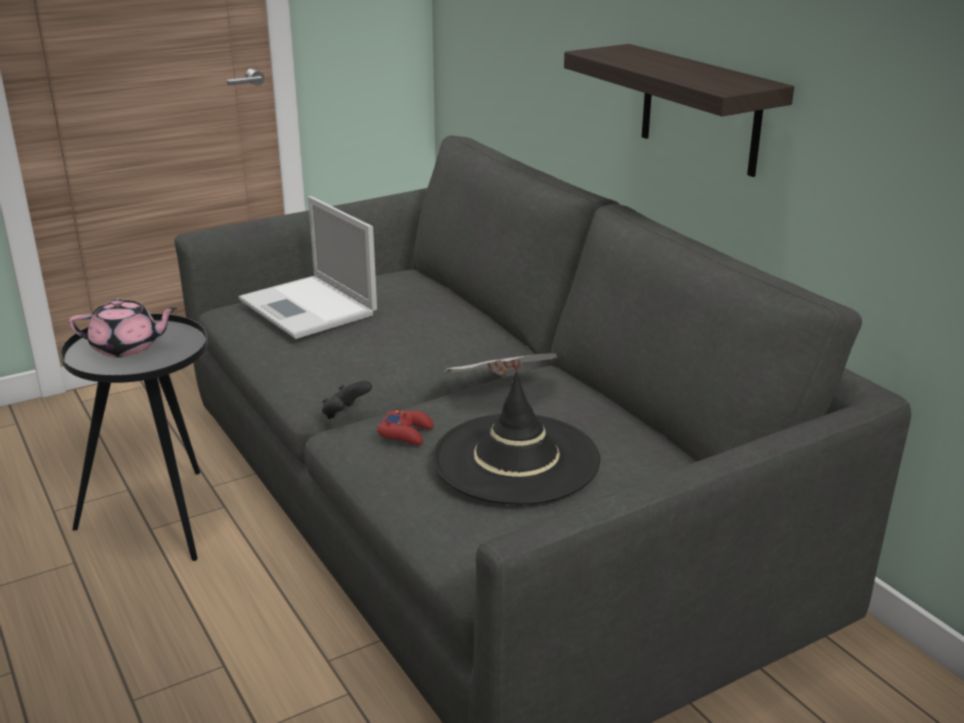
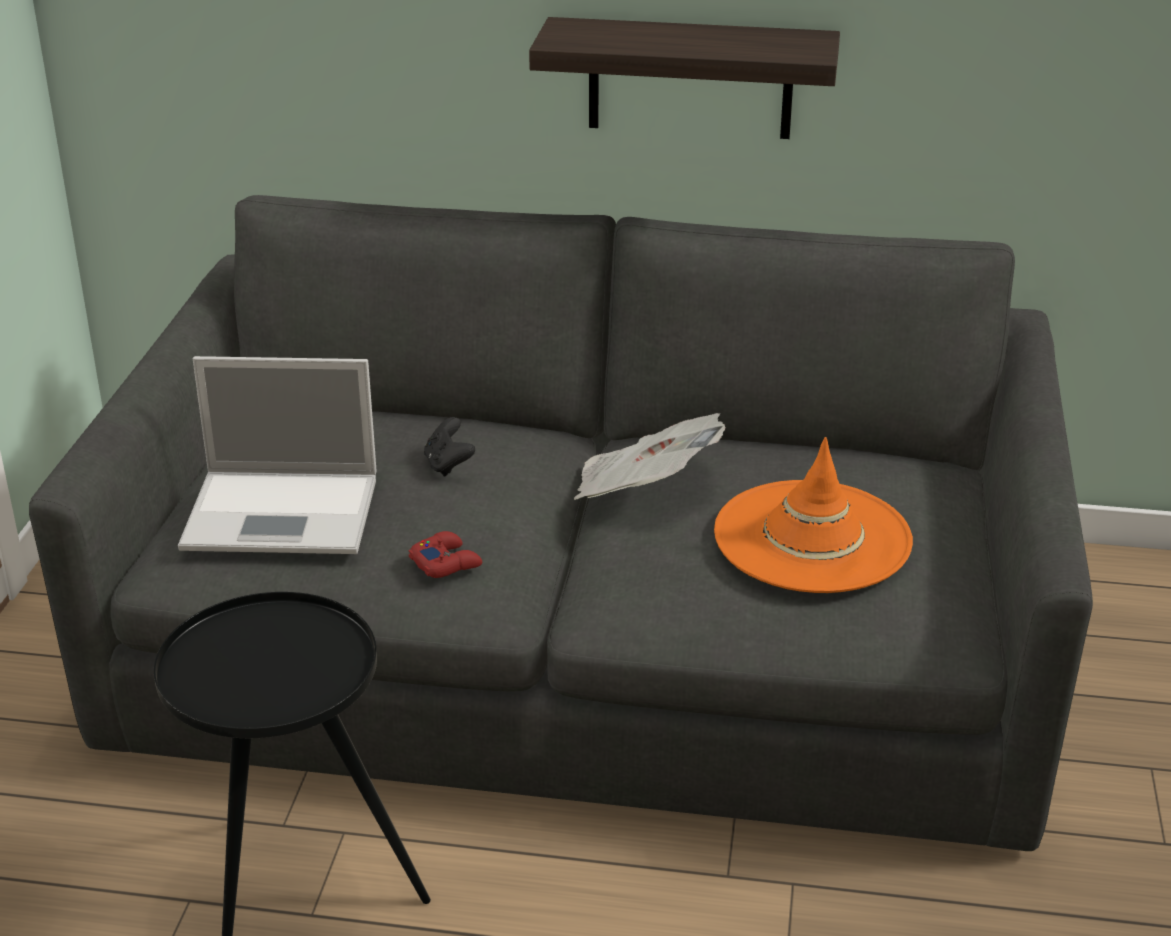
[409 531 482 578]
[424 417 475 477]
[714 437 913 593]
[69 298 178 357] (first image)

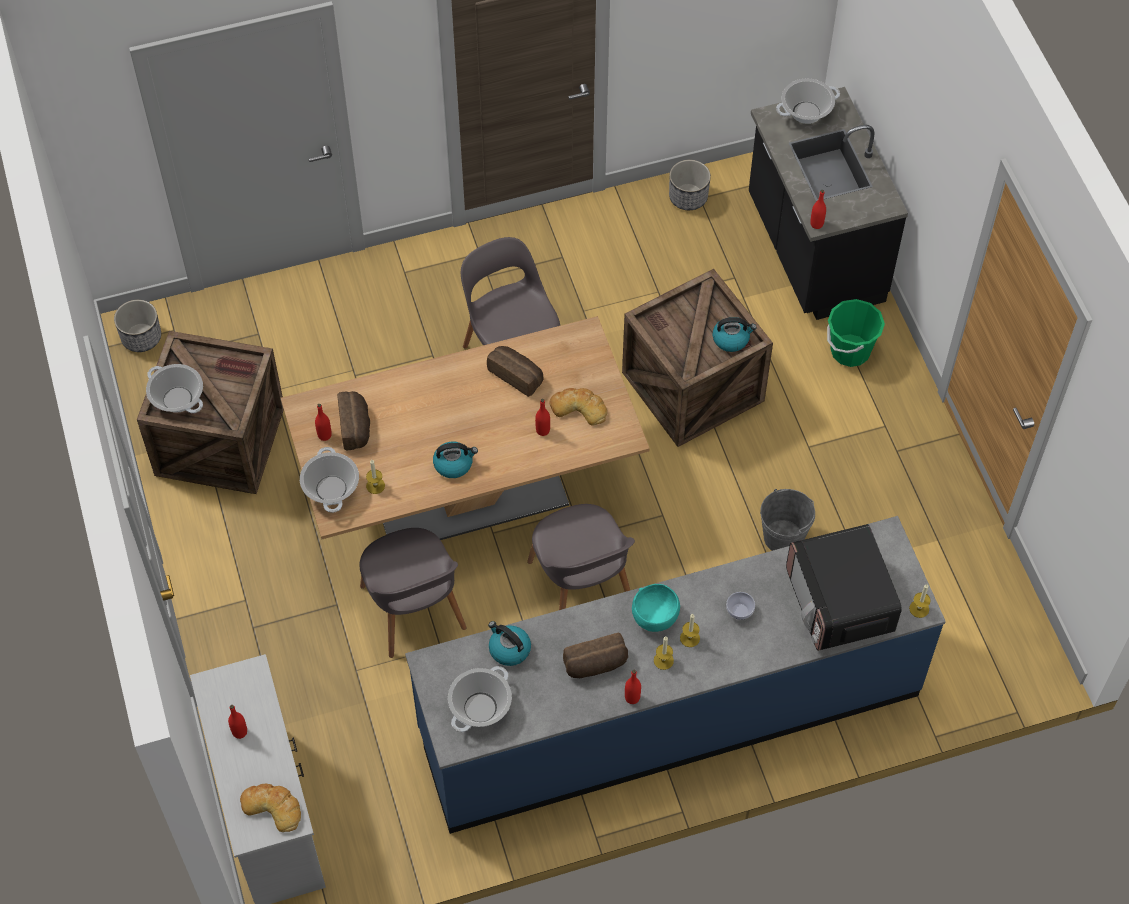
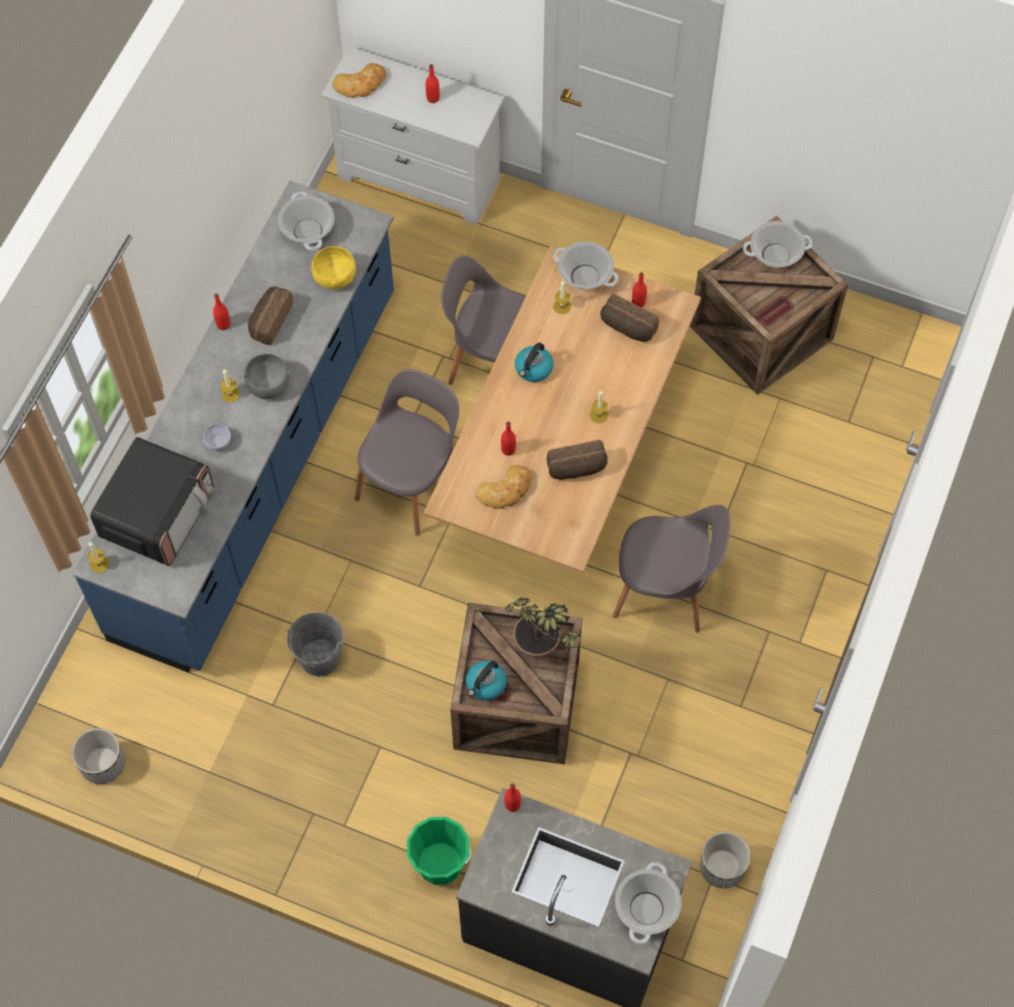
[72 728 125 784]
[90 437 214 566]
[244 353 290 399]
[311 246 356 289]
[355 369 459 536]
[505 598 582 658]
[590 391 608 423]

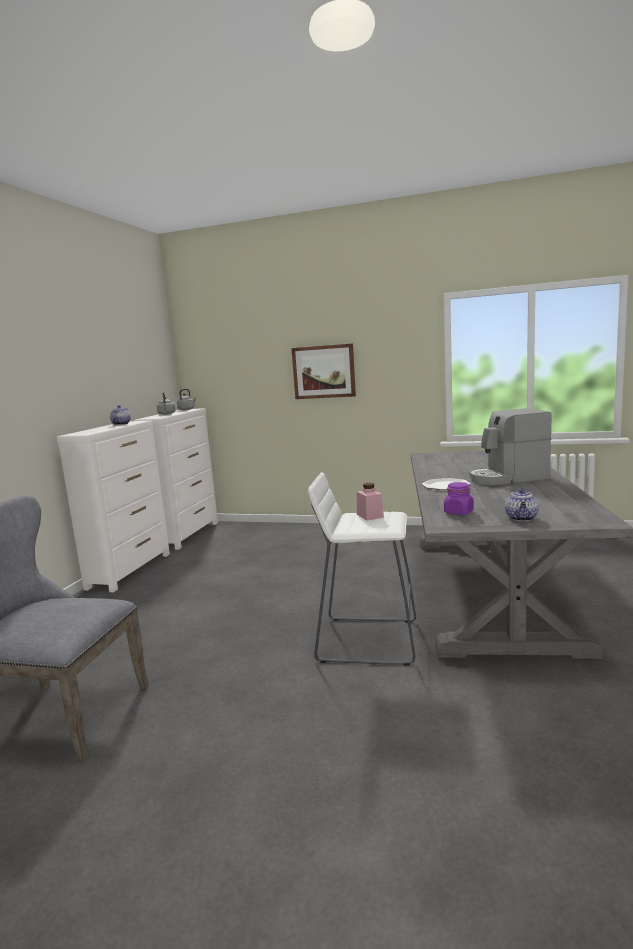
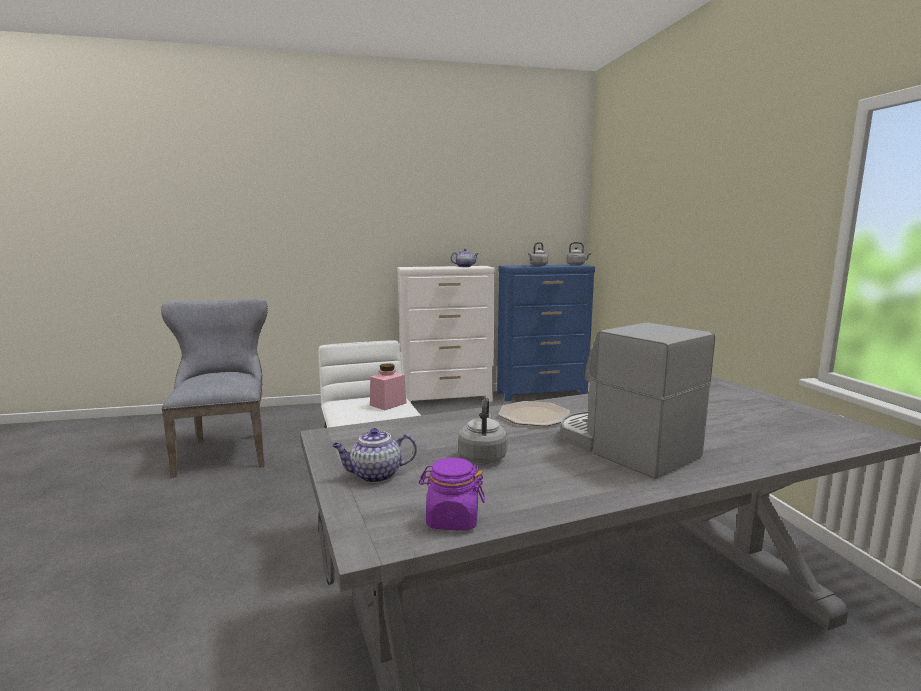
[419 458 485 530]
[458 398 508 464]
[497 265 595 401]
[291 344 356 399] (first image)

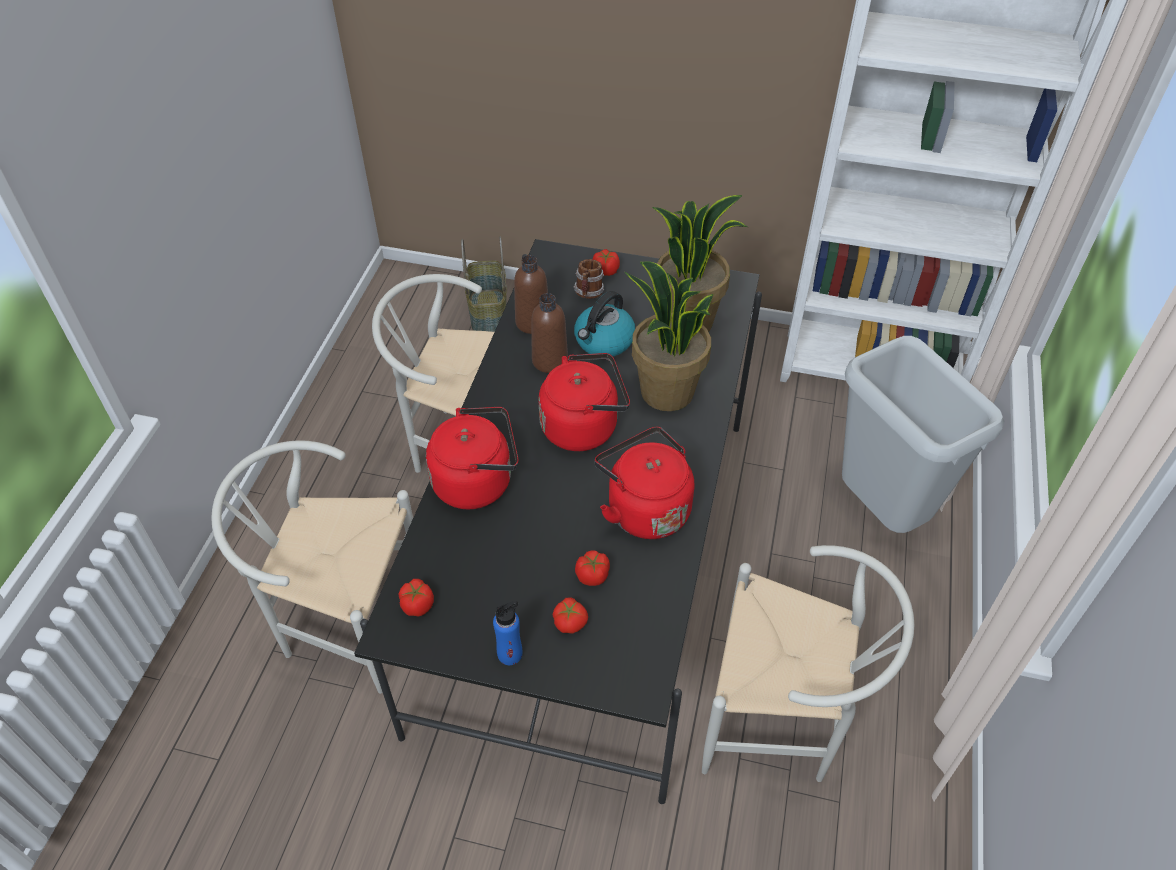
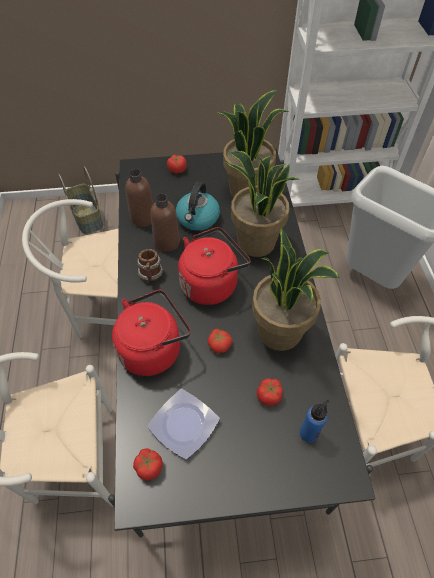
[137 249 163 281]
[147 389 220 460]
[208 329 232 354]
[252 228 340 351]
[300 400 329 443]

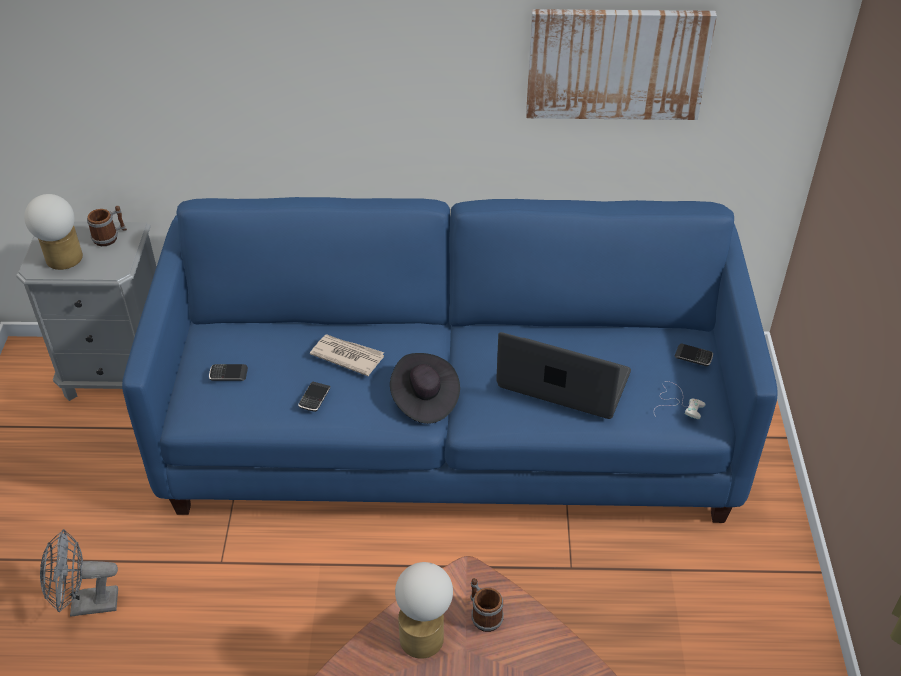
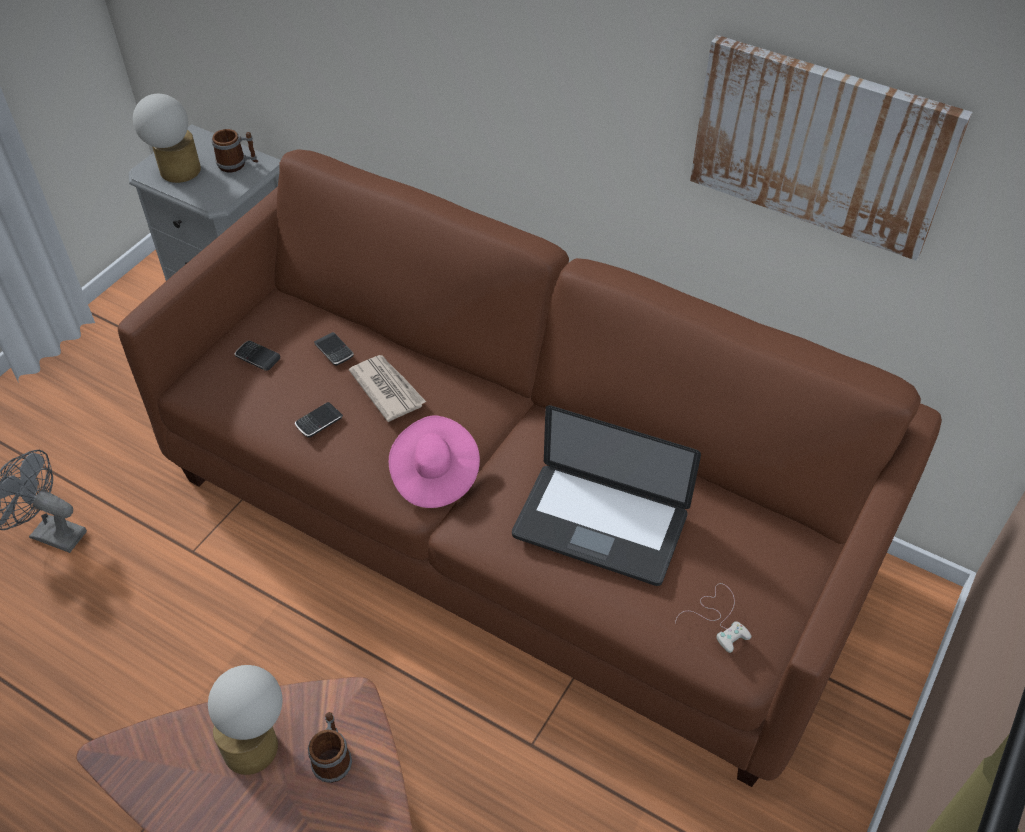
[118 150 942 787]
[314 332 354 366]
[389 416 480 508]
[512 405 701 586]

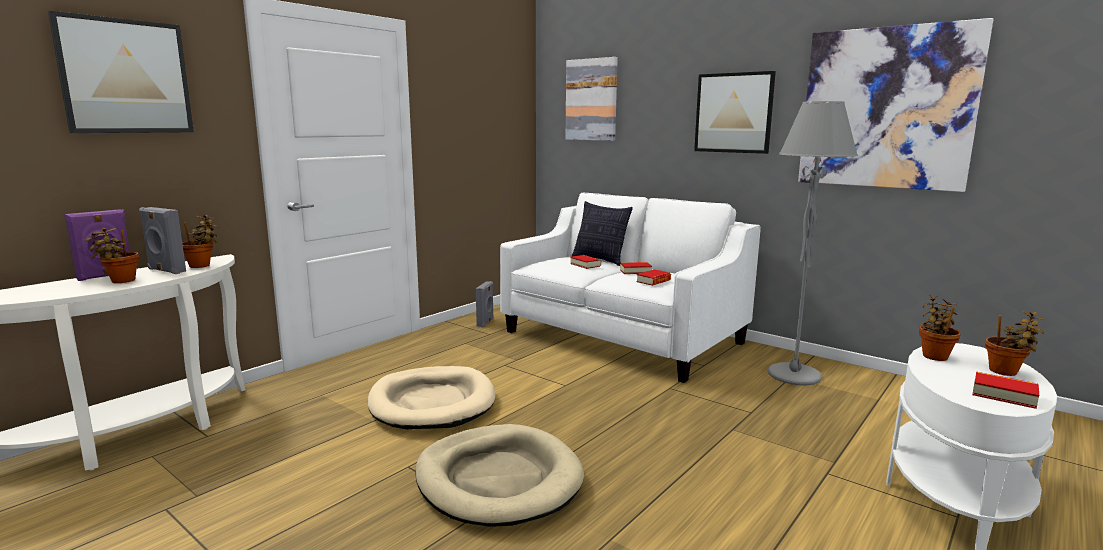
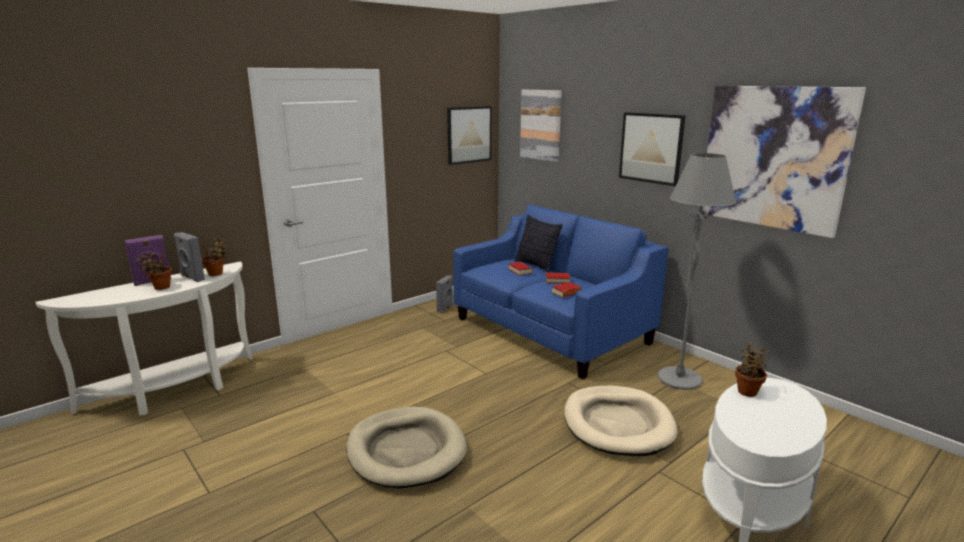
[447 106 492 165]
[454 205 669 379]
[564 386 677 456]
[972 372 1039 409] (first image)
[985 310 1044 376] (first image)

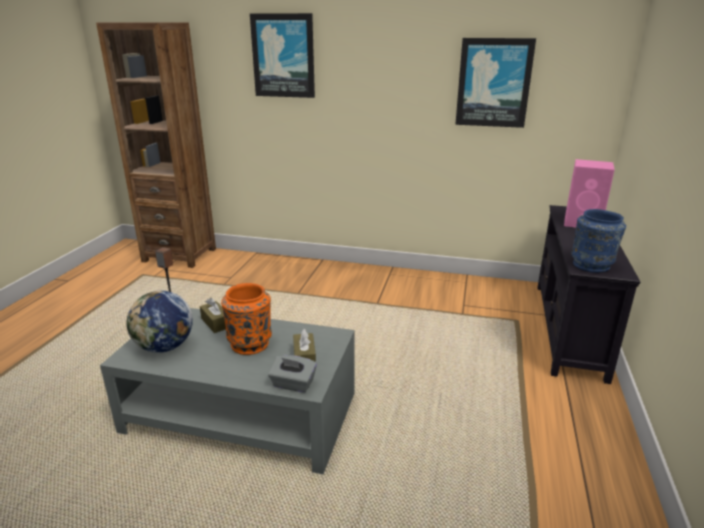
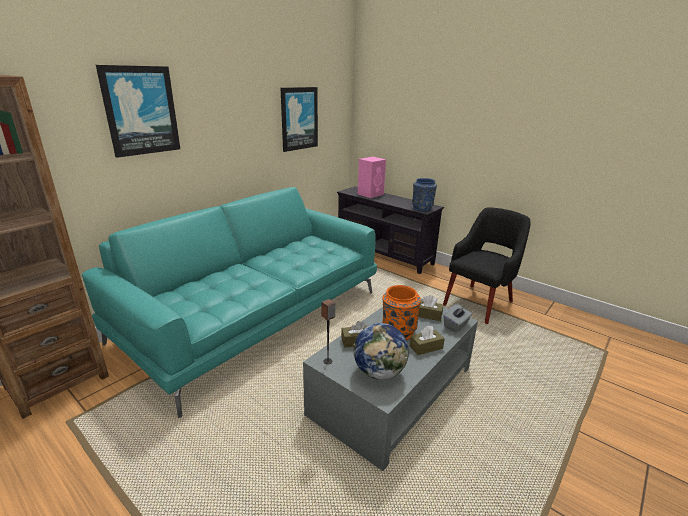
[82 187 377 418]
[410 326 445 355]
[443 207 531 324]

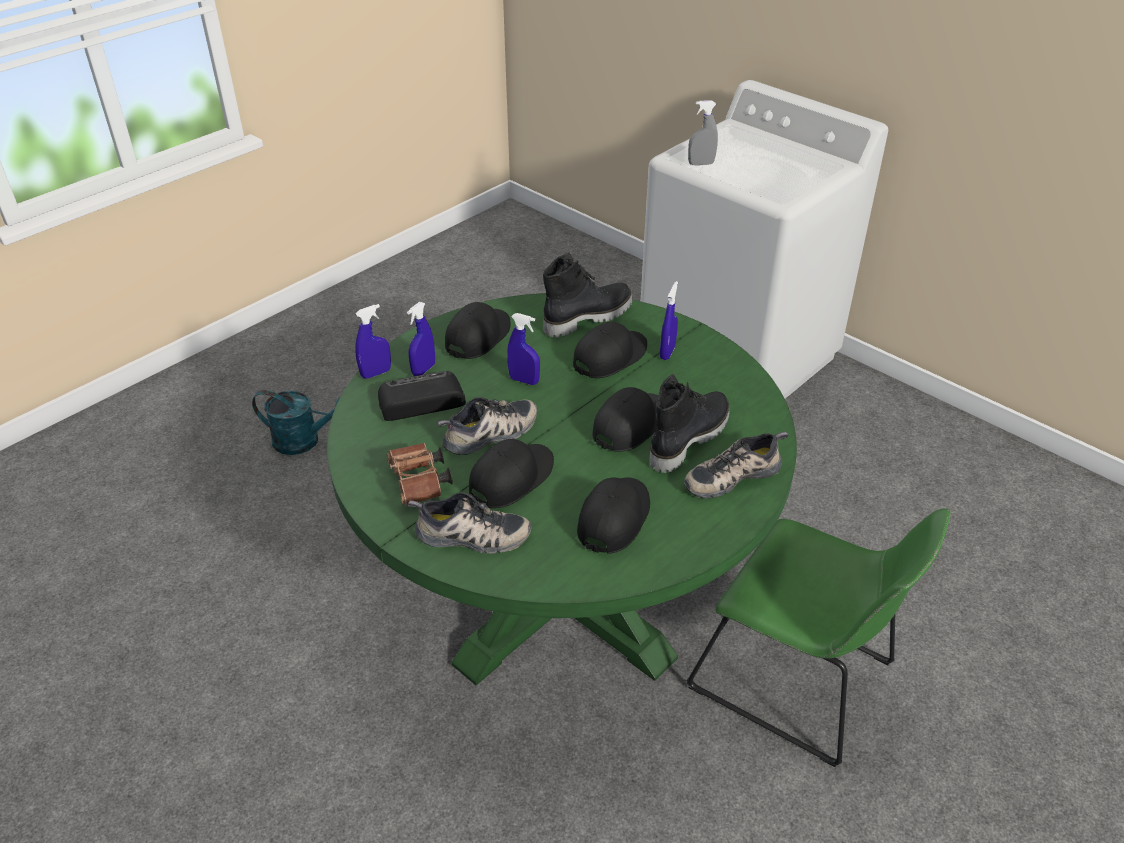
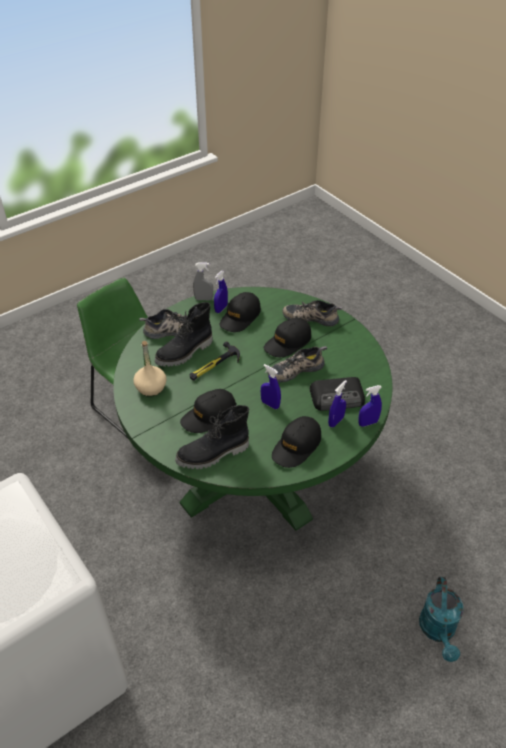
[133 341 167 397]
[190 341 240 381]
[193 263 213 300]
[214 271 228 313]
[419 577 464 662]
[387 443 453 506] (first image)

